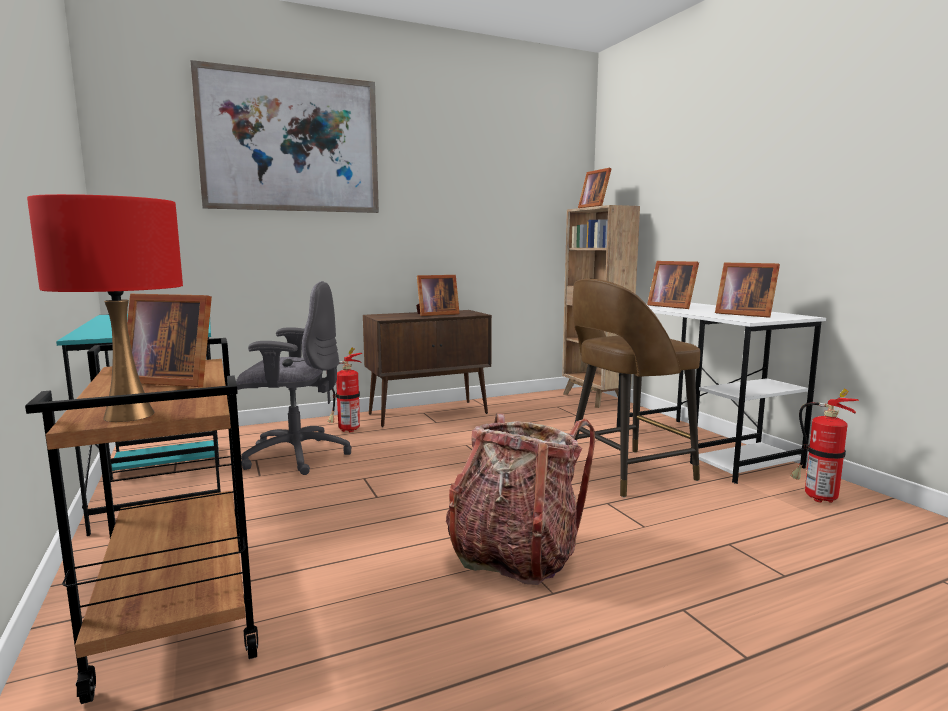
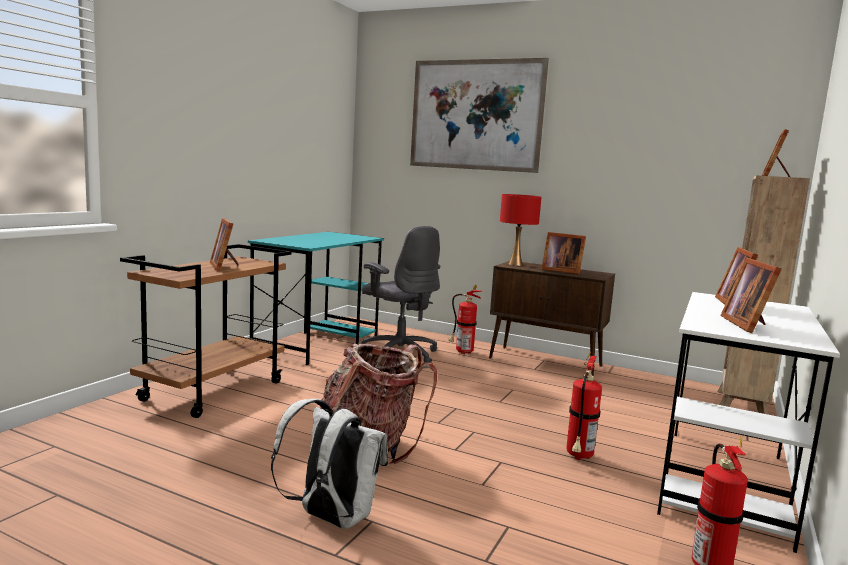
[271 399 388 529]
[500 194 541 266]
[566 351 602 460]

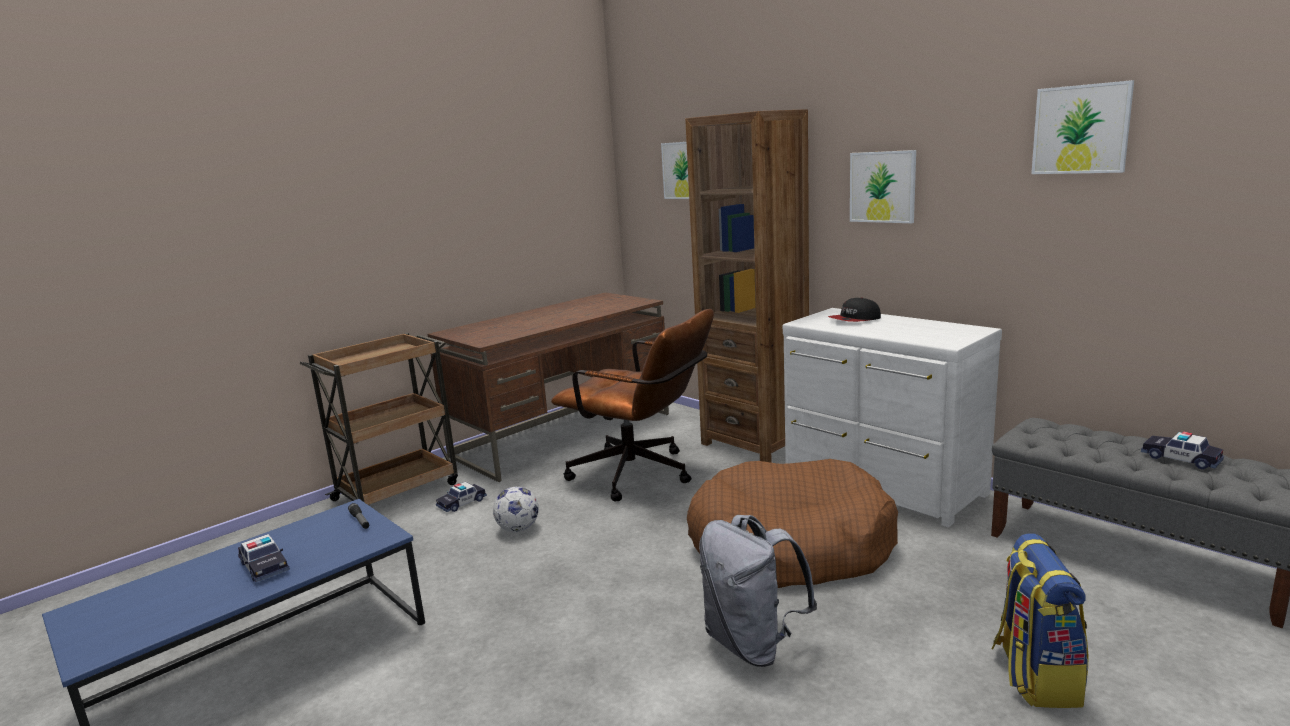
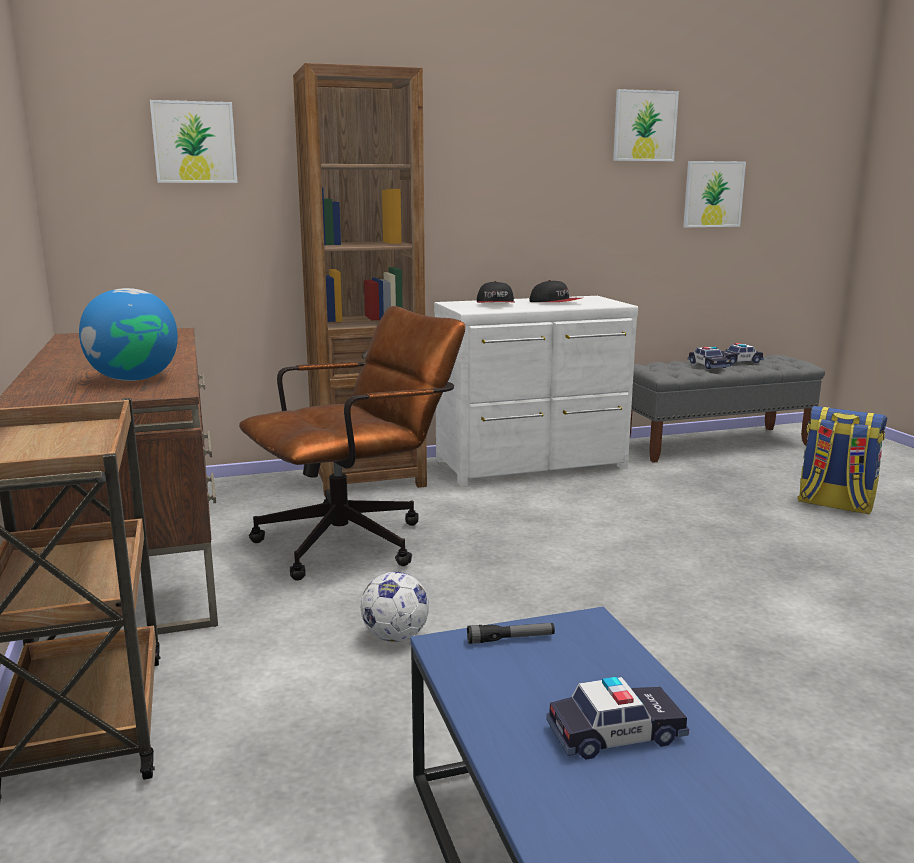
[79 288 178 381]
[529 280 582 302]
[683 161 746 227]
[688 347 731 369]
[687 459 898 588] (first image)
[699 515 817 667] (first image)

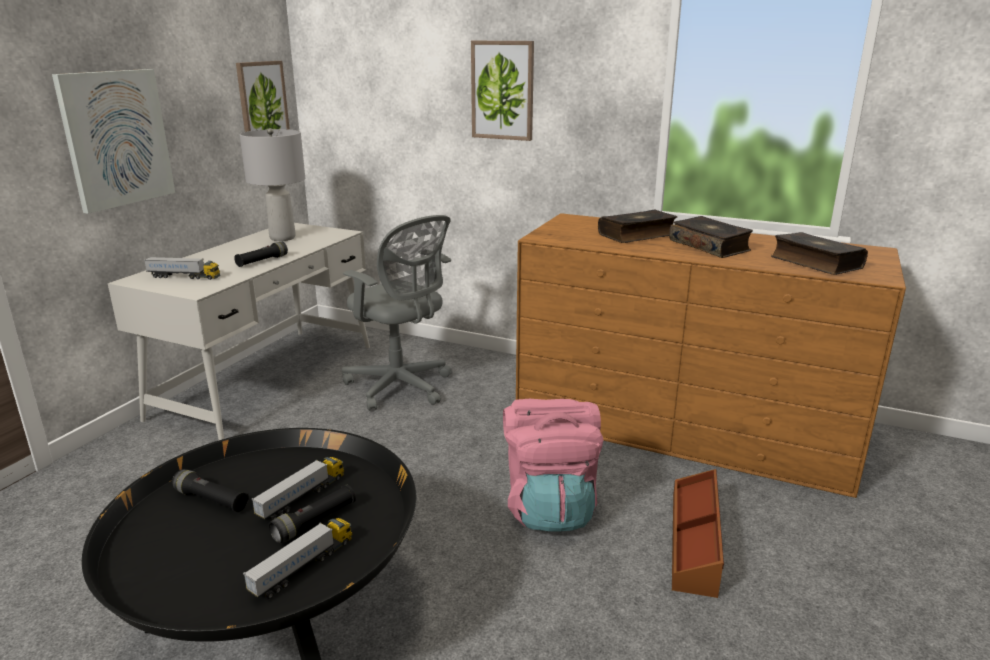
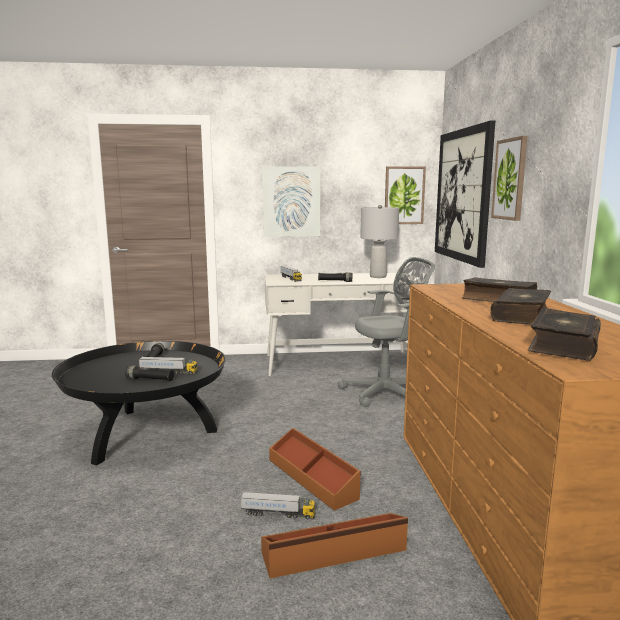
[241 492 315 519]
[269 428 361 511]
[338 257 435 407]
[435 120 495 268]

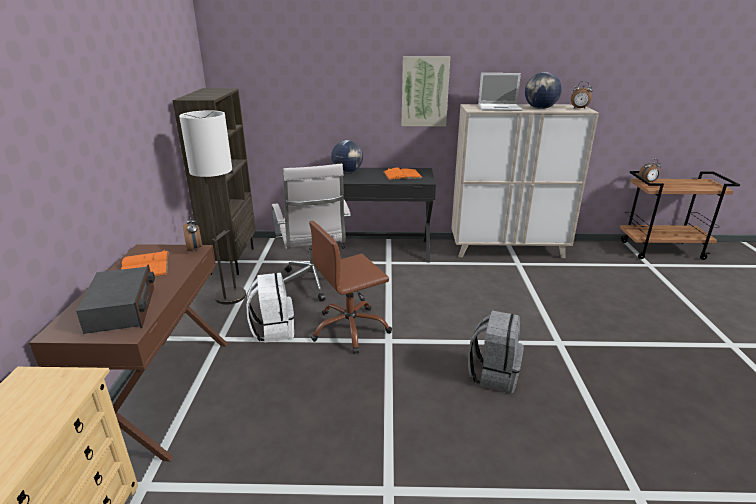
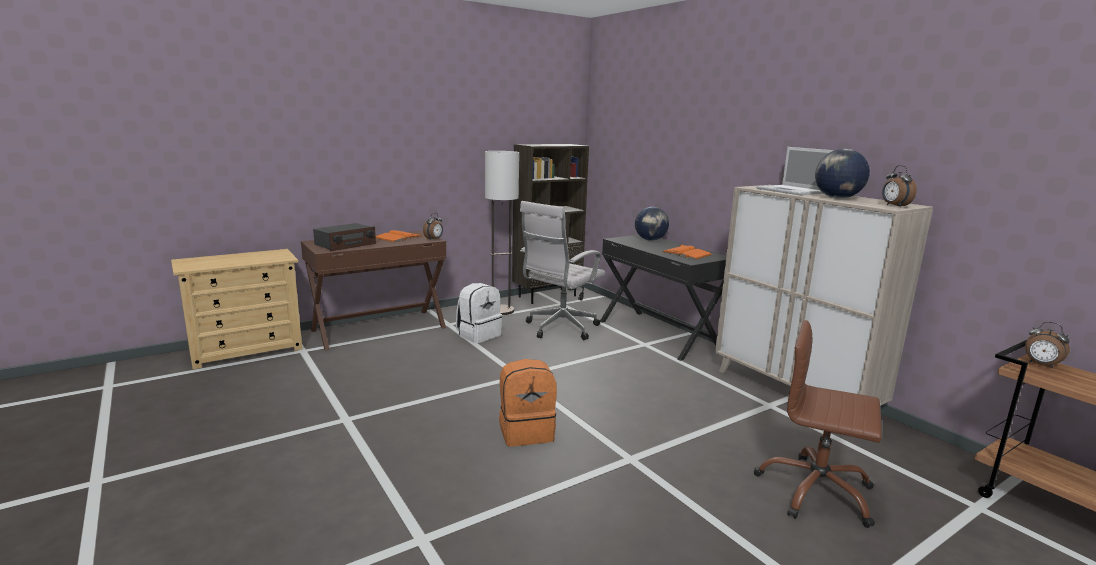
[499 359 557 447]
[754 320 882 528]
[401 56 450 127] (first image)

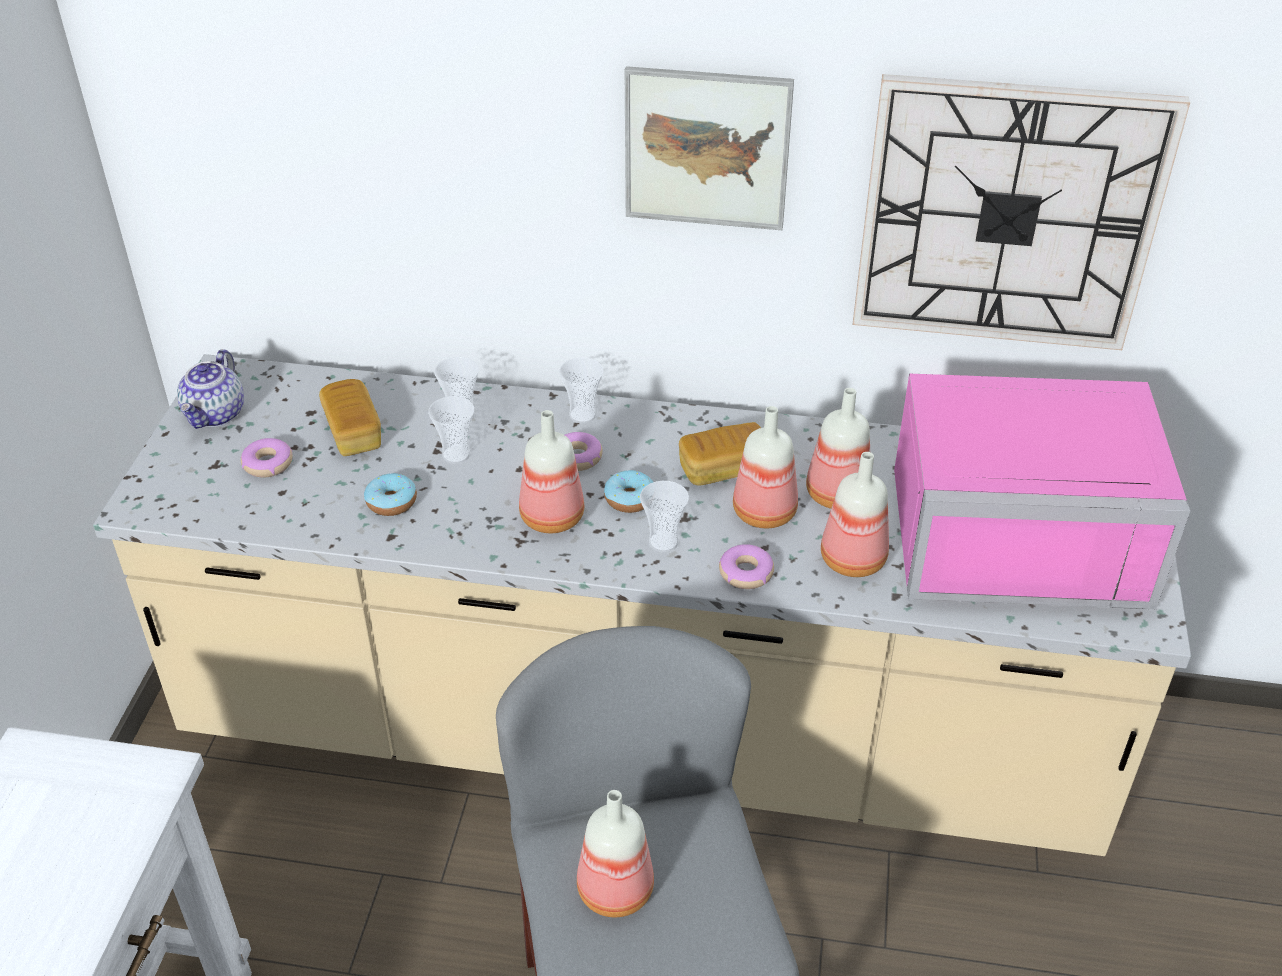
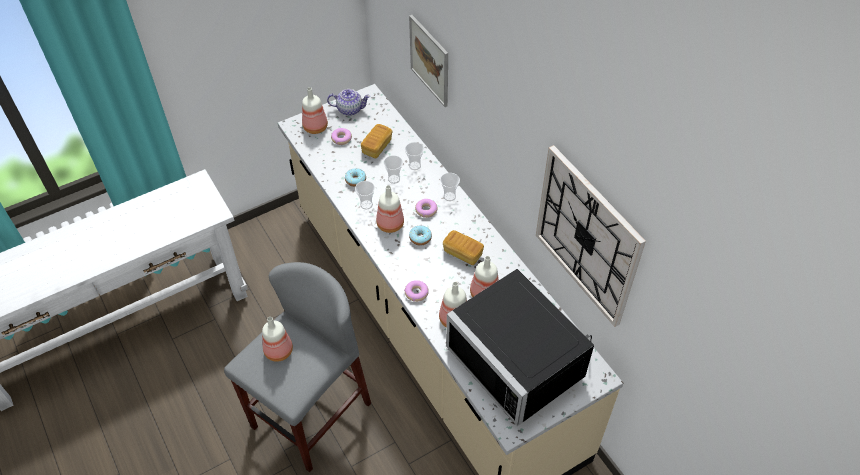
[302 87 328 134]
[327 89 370 116]
[355 181 375 209]
[409 15 448 107]
[446 269 594 426]

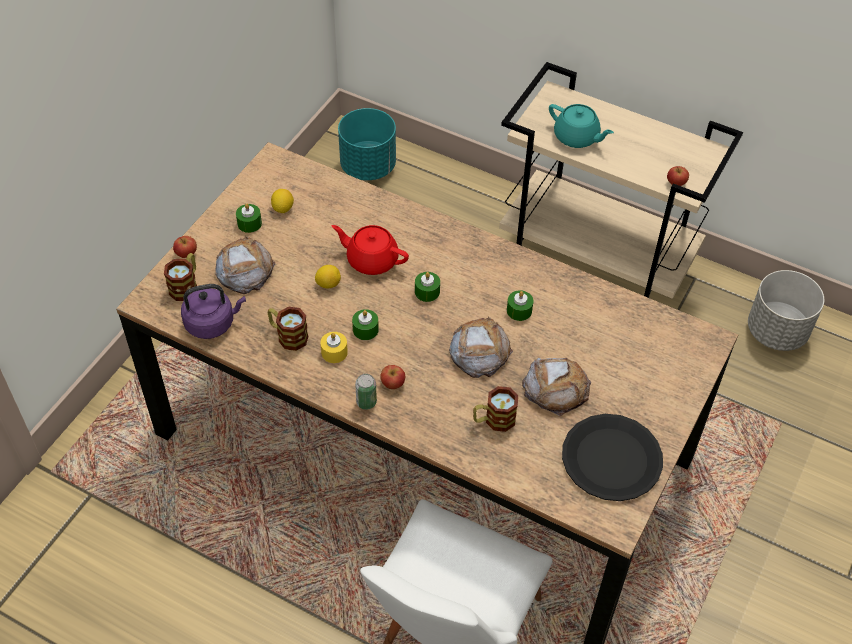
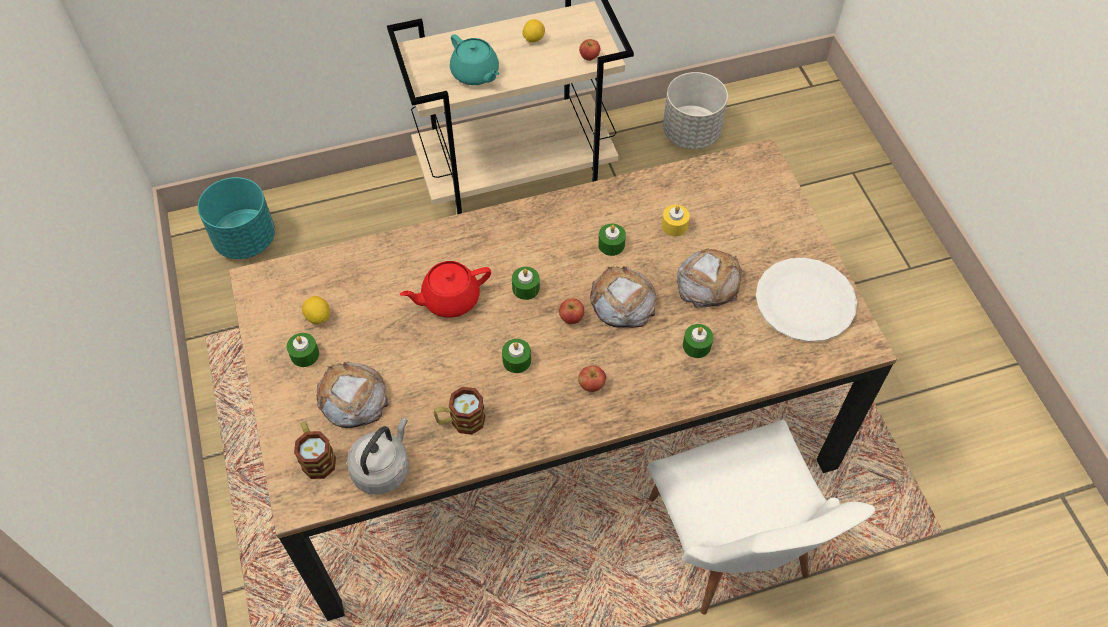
[347 418 409 494]
[450 34 499 85]
[522 19 545 43]
[559 298 584 324]
[662 205 690 237]
[683 324 713 358]
[756 258 857 342]
[355 374 377 410] (first image)

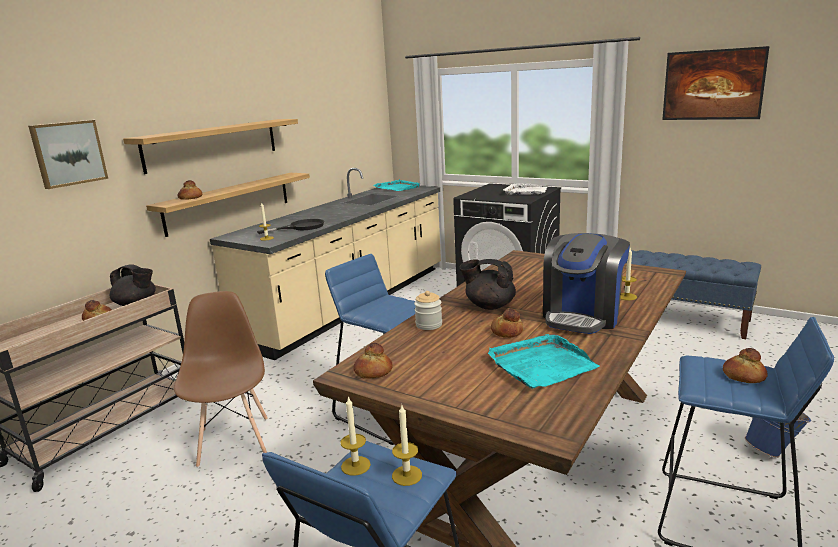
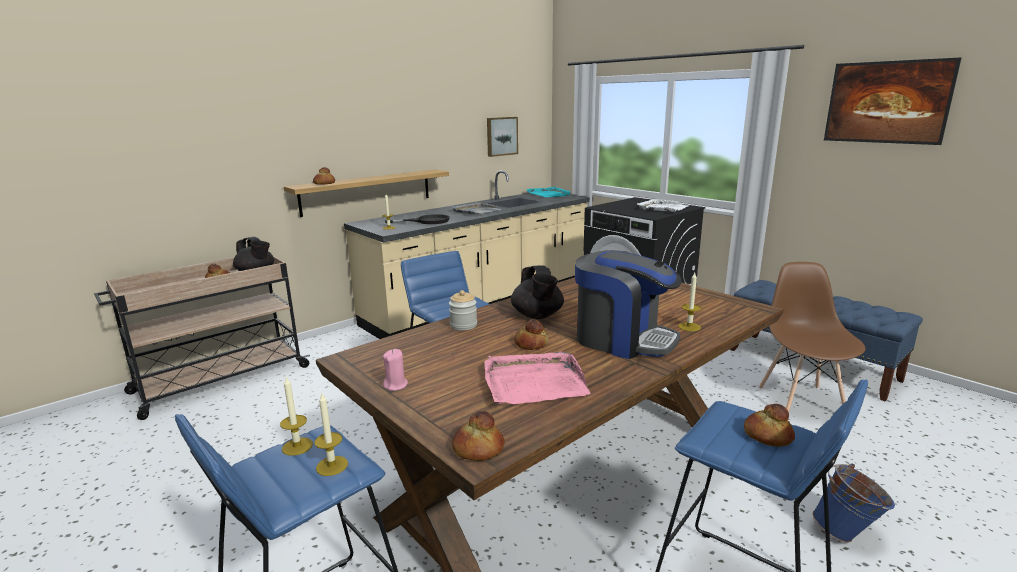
[383 349 408 391]
[451 202 501 214]
[452 411 505 461]
[484 352 591 404]
[487 117 518 157]
[511 265 564 319]
[575 250 682 359]
[759 262 866 412]
[123 119 298 174] (first image)

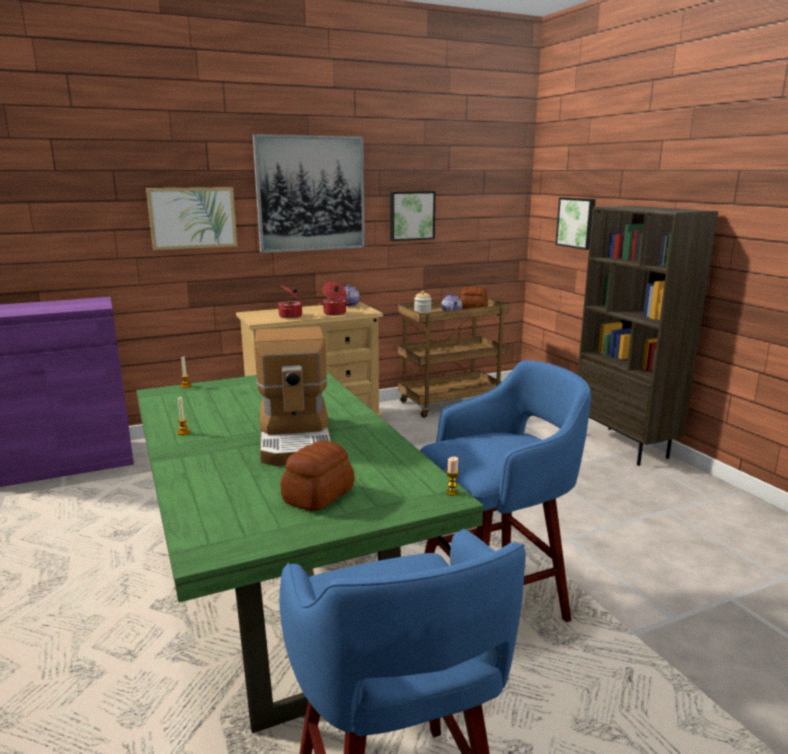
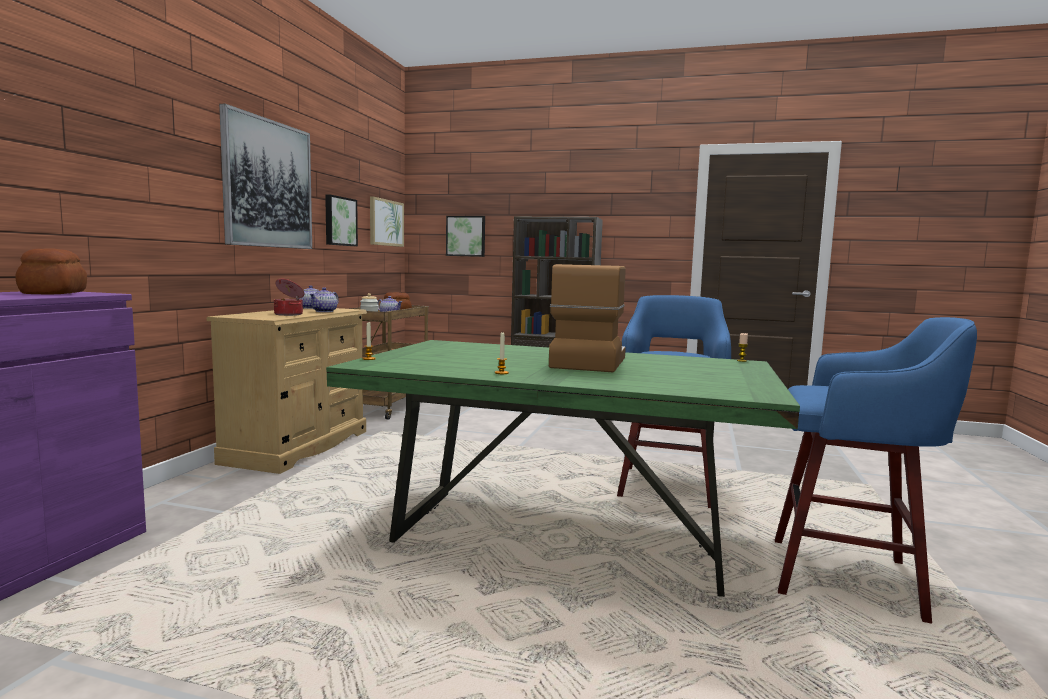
[16 248 87 294]
[309 288 339 312]
[370 197 404 247]
[549 264 626 372]

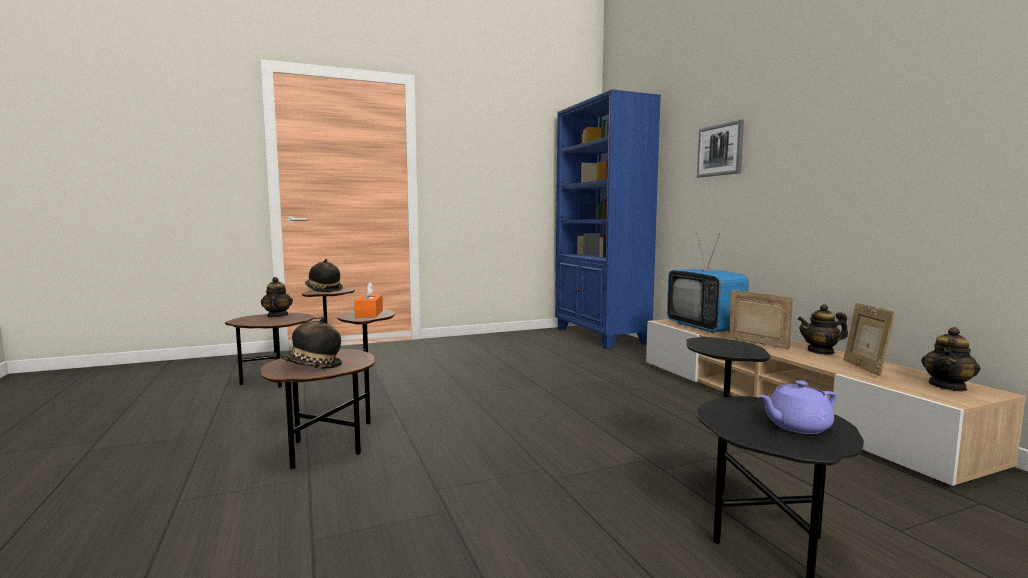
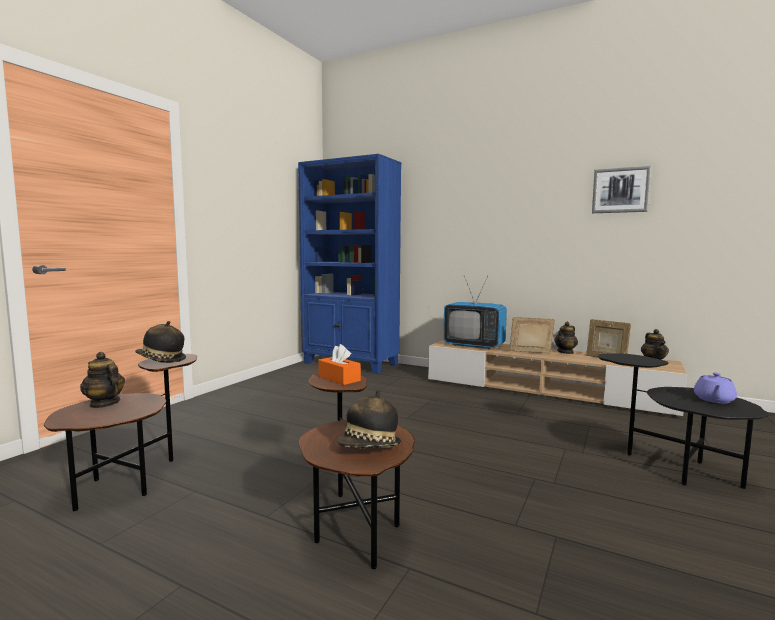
[592 166 651 213]

